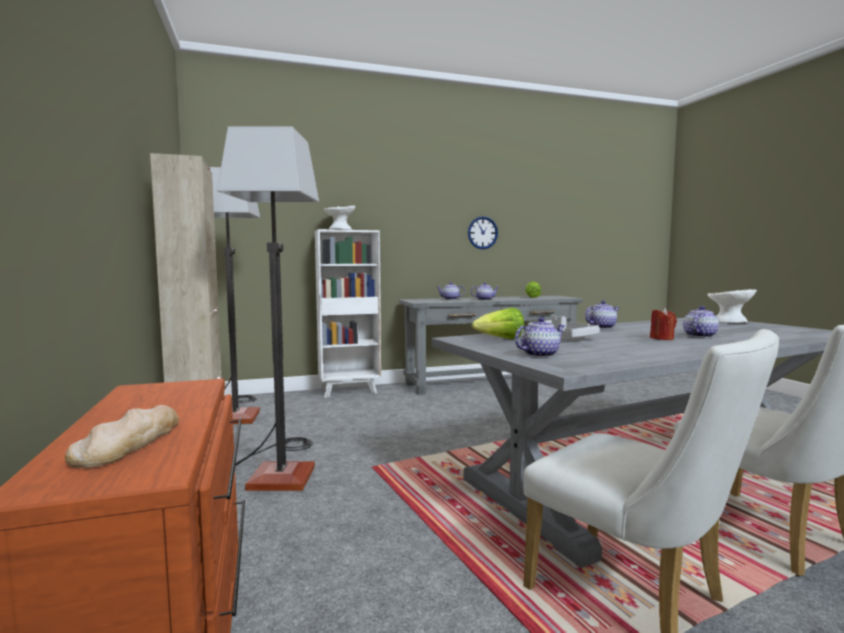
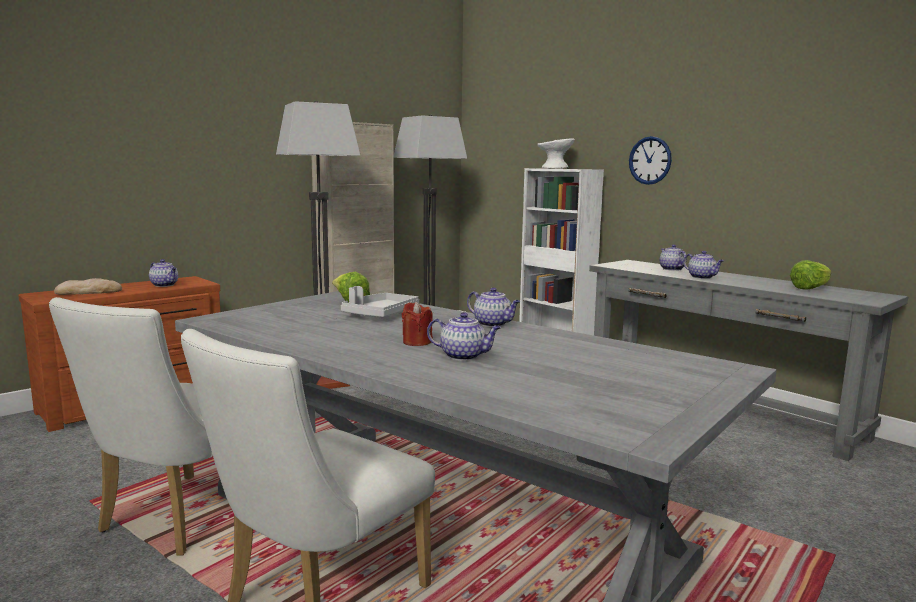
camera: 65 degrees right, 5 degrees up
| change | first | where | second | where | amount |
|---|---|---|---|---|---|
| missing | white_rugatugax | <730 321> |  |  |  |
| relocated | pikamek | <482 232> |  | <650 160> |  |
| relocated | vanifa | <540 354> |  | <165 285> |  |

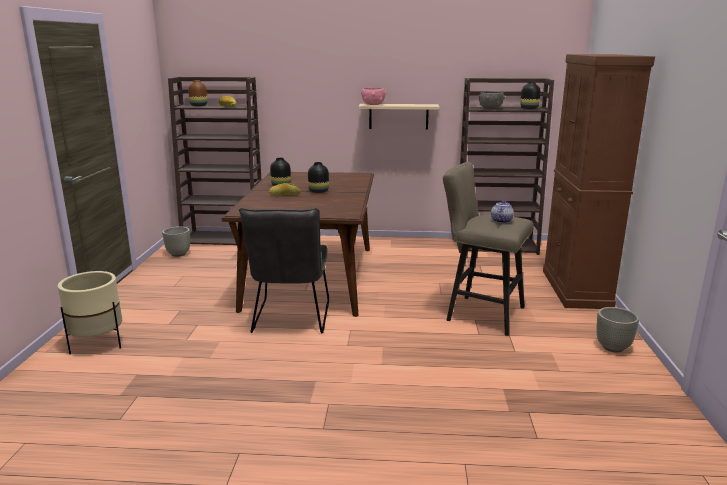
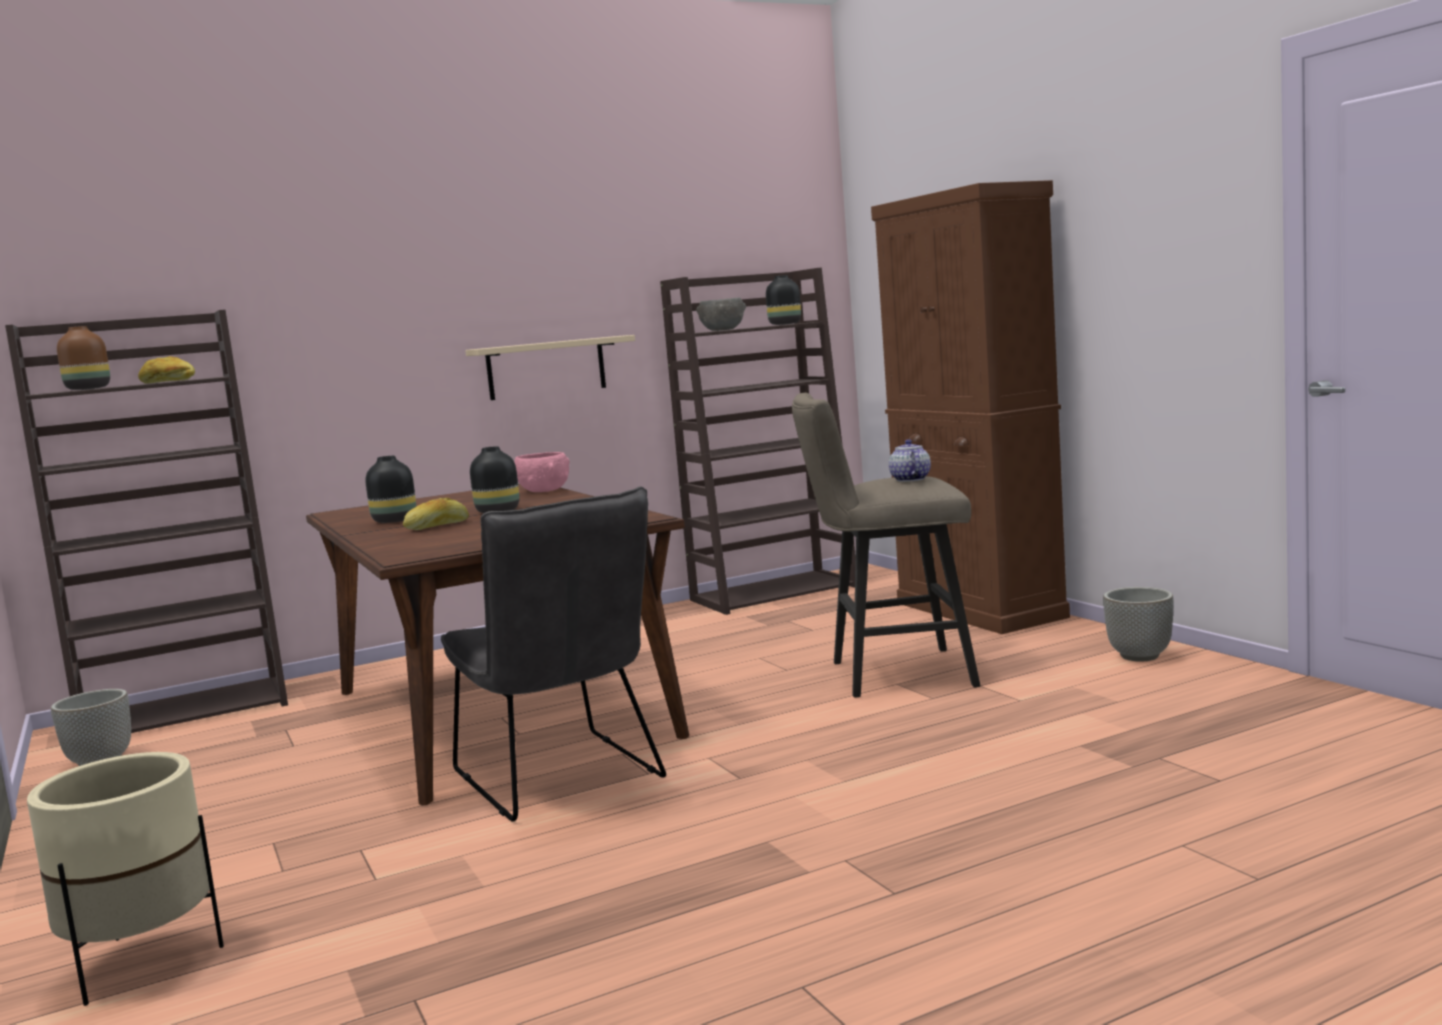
camera: 30 degrees left, 10 degrees down
| change | first | where | second | where | amount |
|---|---|---|---|---|---|
| relocated | pink_rugatugax | <373 104> |  | <543 490> |  |

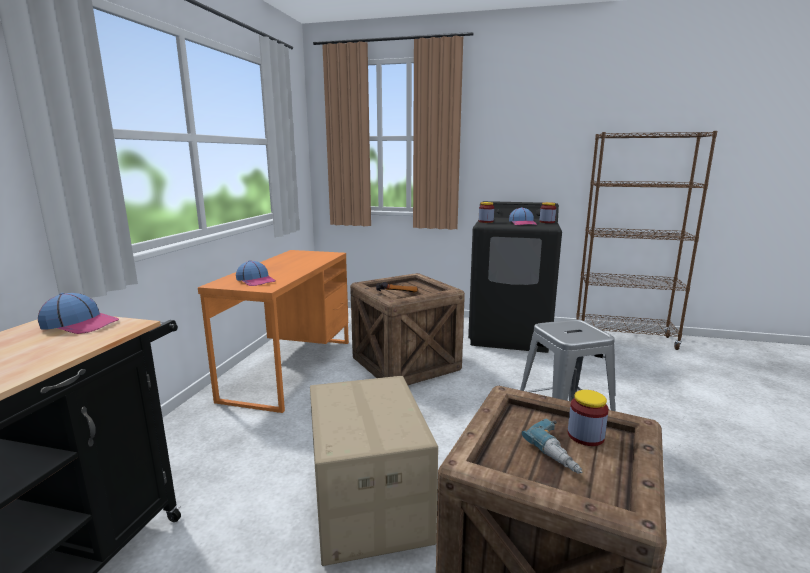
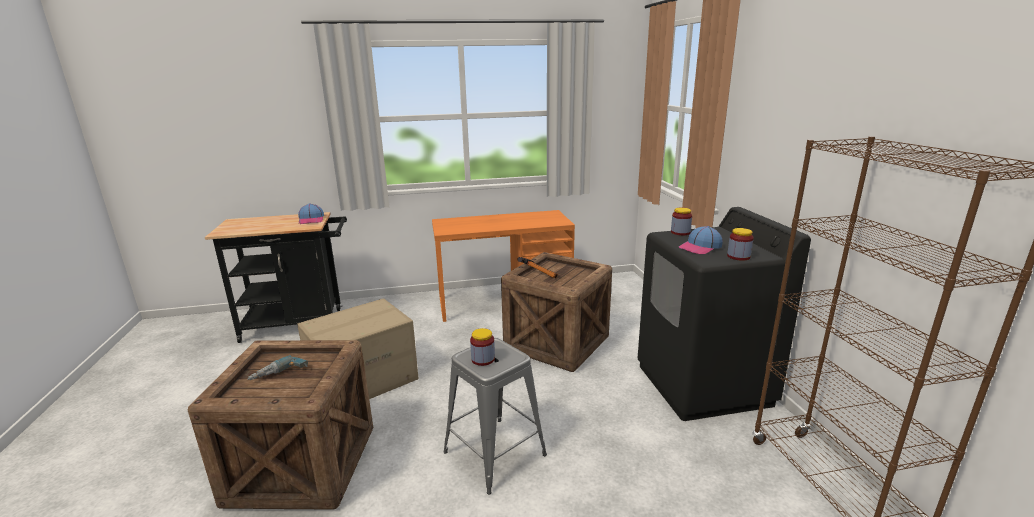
camera: 65 degrees right, 5 degrees up
| change | first | where | second | where | amount |
|---|---|---|---|---|---|
| missing | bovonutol | <256 281> |  |  |  |
| relocated | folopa | <585 436> |  | <483 359> |  |

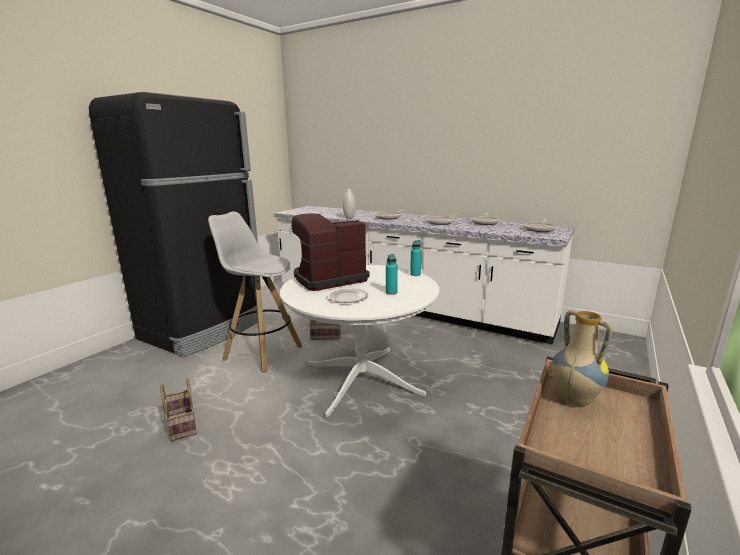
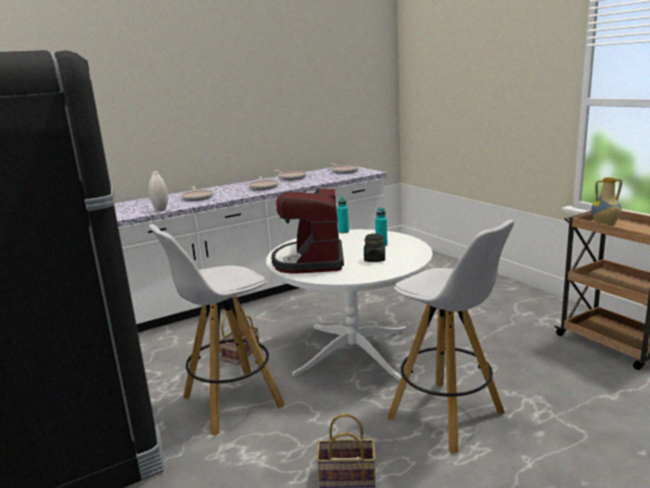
camera: 60 degrees left, 0 degrees up
| change | first | where | second | where | amount |
|---|---|---|---|---|---|
| appeared |  |  | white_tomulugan | <448 416> |  |
| exchanged | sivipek | <348 297> | black_folopa | <374 259> |  |

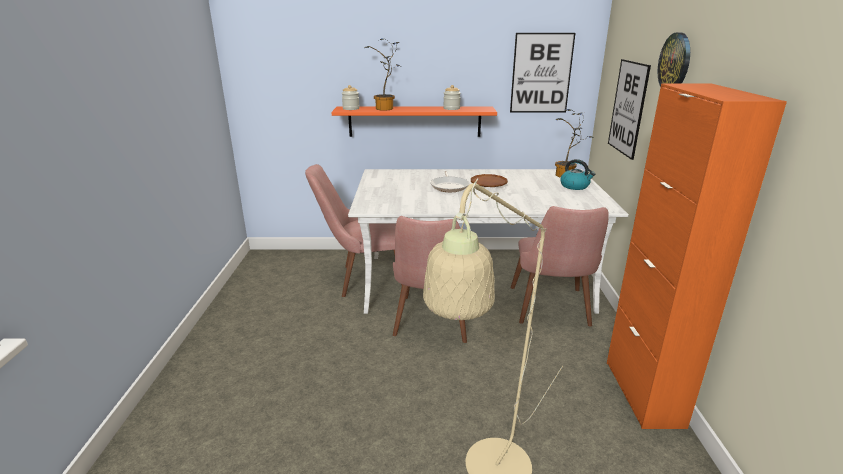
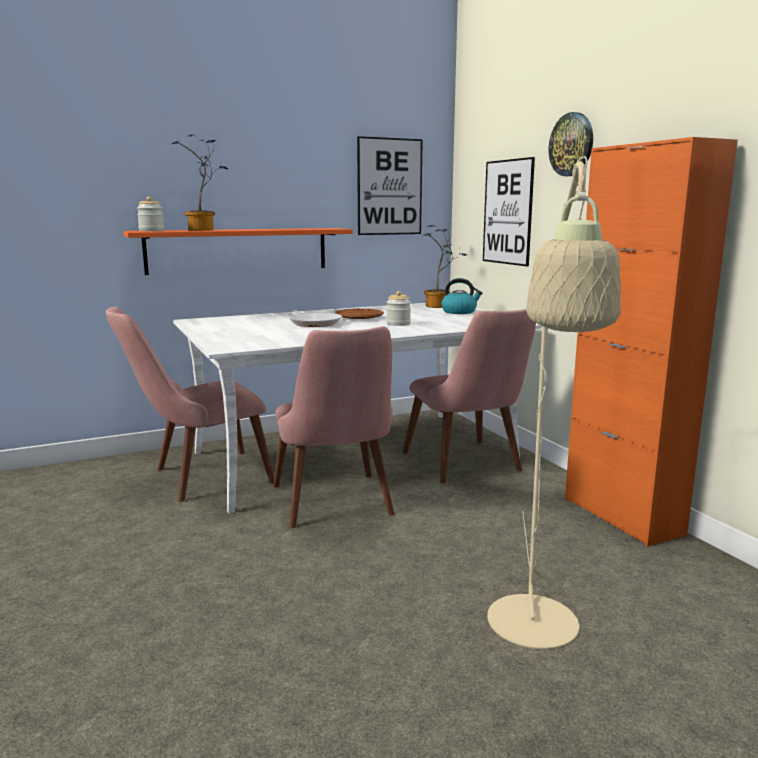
camera: 25 degrees left, 10 degrees down
| change | first | where | second | where | amount |
|---|---|---|---|---|---|
| relocated | folopa | <451 108> |  | <398 324> |  |

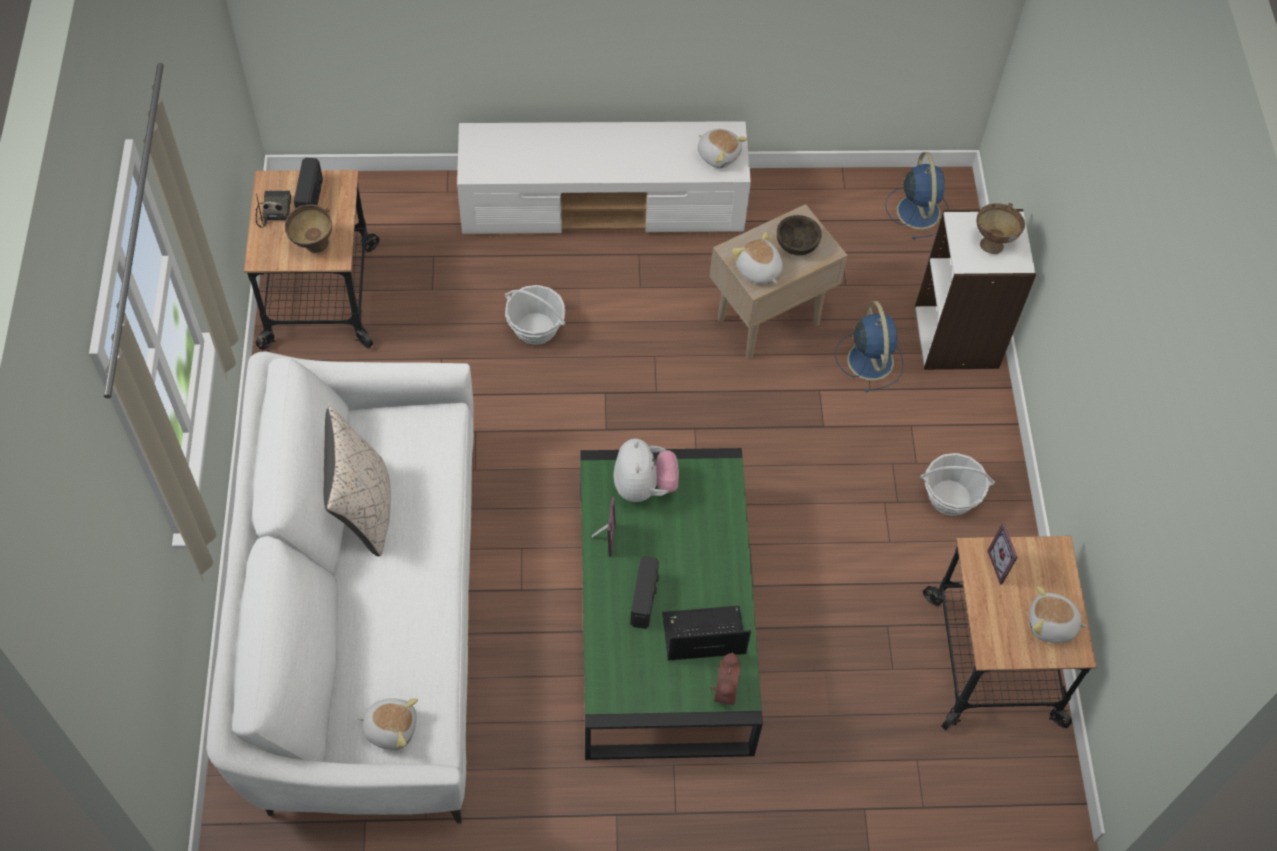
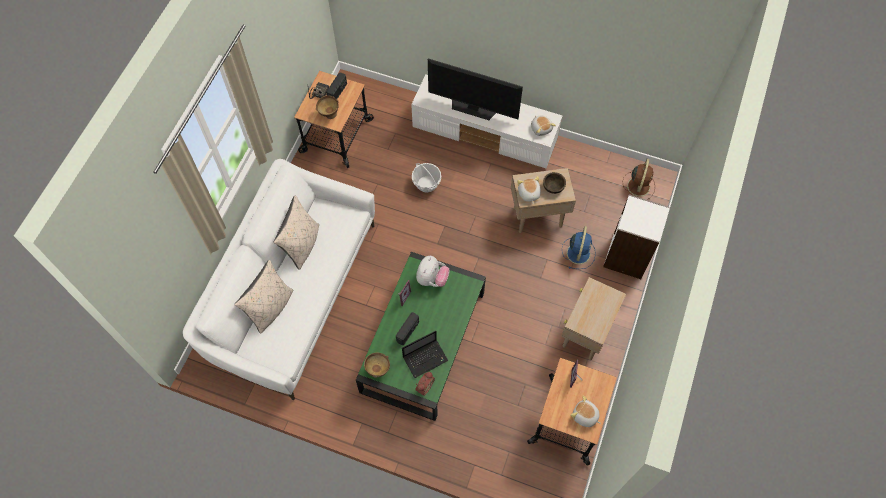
camera: 25 degrees right, 5 degrees up
| change | first | where | second | where | amount |
|---|---|---|---|---|---|
| missing | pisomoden | <391 727> |  |  |  |
| appeared |  |  | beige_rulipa | <270 308> |  |
| appeared |  |  | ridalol | <473 108> |  |
| relocated | brown_rugatugax | <993 242> |  | <378 370> |  |
| exchanged | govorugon | <950 497> | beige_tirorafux | <585 334> |  |
| colour | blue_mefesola | <918 210> | brown_mefesola | <638 185> |  |
| spun | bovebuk | <702 636> |  | <426 358> | 135 degrees clockwise |

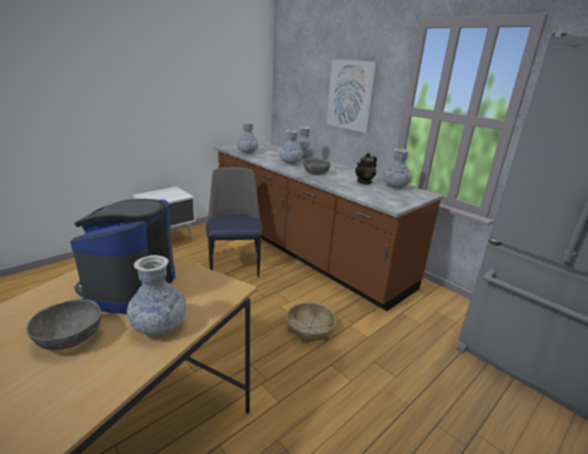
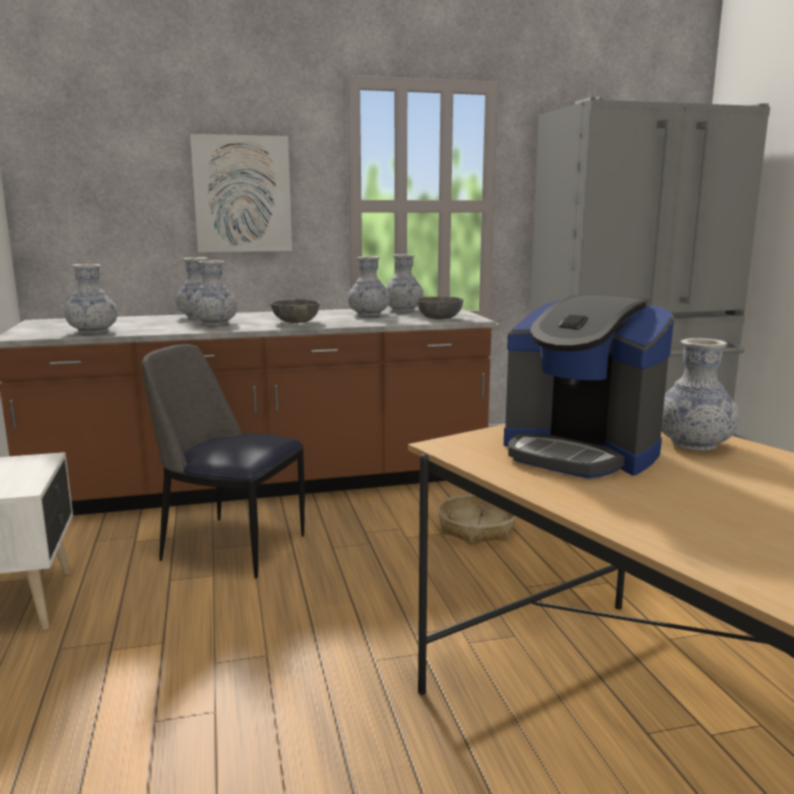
camera: 60 degrees left, 10 degrees down
| change | first | where | second | where | amount |
|---|---|---|---|---|---|
| relocated | grey_rugatugax | <70 338> |  | <440 318> |  |
| exchanged | vanifa | <364 182> | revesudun | <369 314> |  |

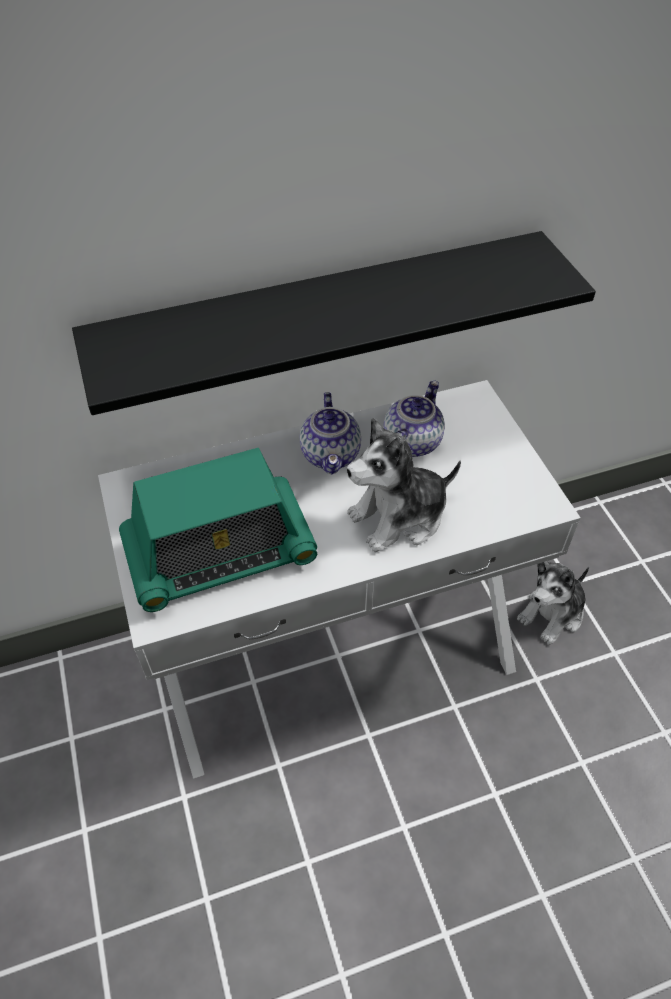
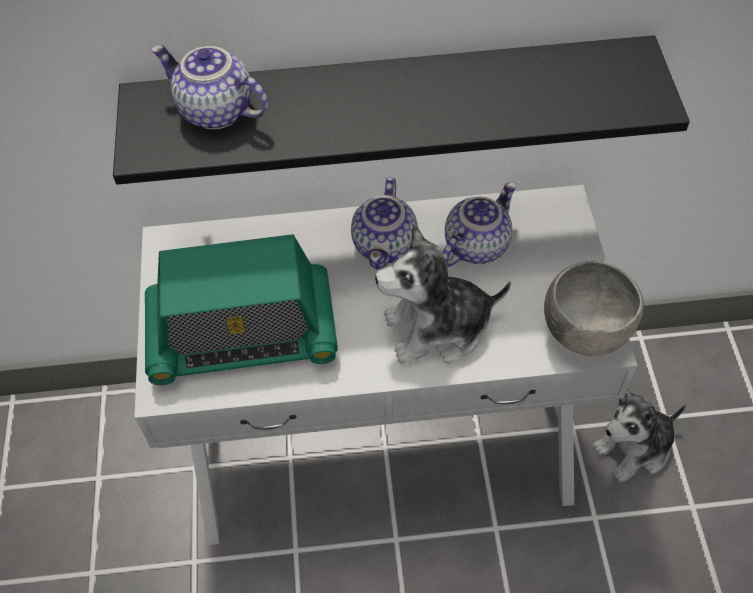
camera: 15 degrees right, 5 degrees up
| change | first | where | second | where | amount |
|---|---|---|---|---|---|
| appeared |  |  | vanifa | <215 112> |  |
| appeared |  |  | grey_rugatugax | <586 332> |  |

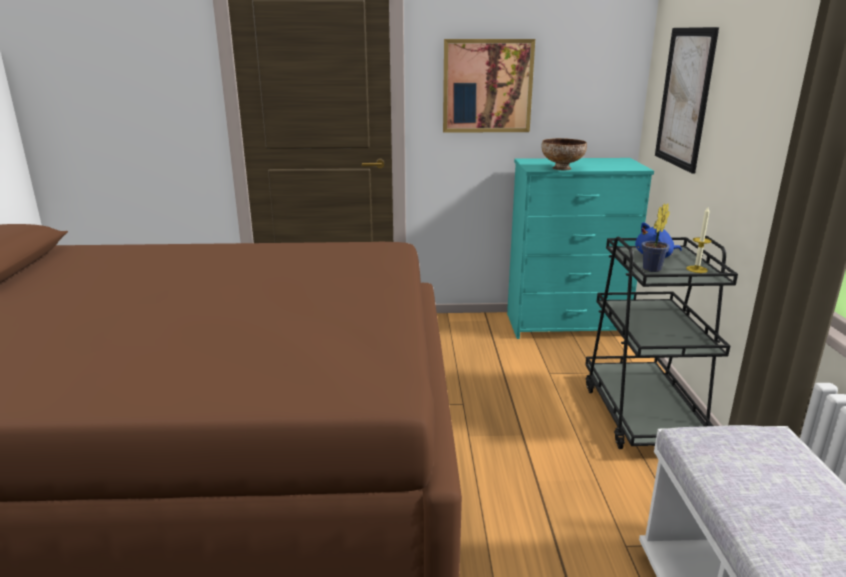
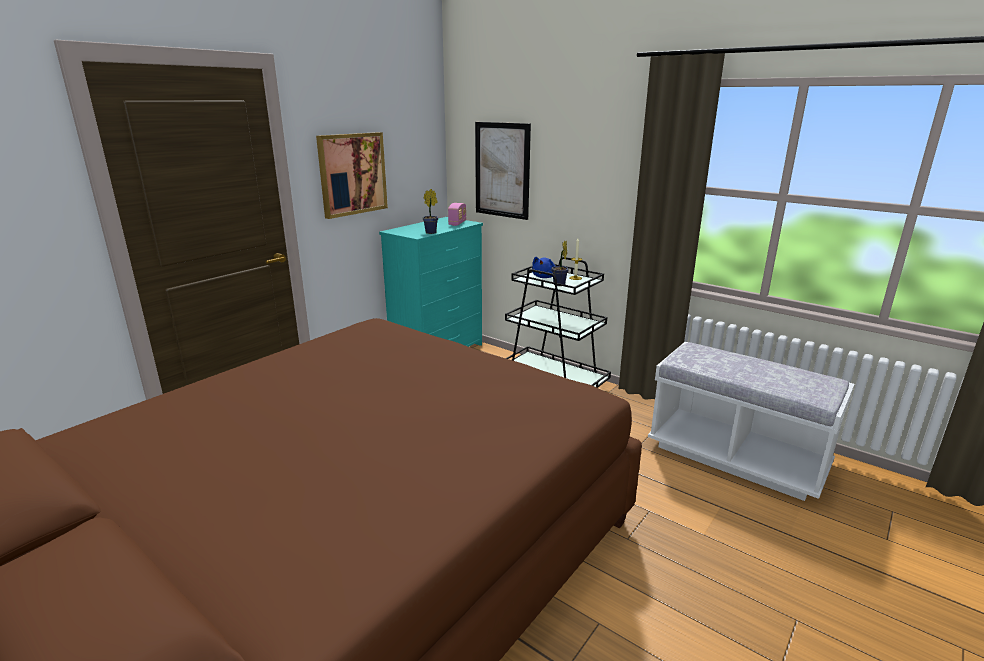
camera: 50 degrees left, 0 degrees up
| change | first | where | second | where | amount |
|---|---|---|---|---|---|
| appeared |  |  | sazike | <457 223> |  |
| exchanged | rugatugax | <561 168> | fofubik | <432 232> |  |

